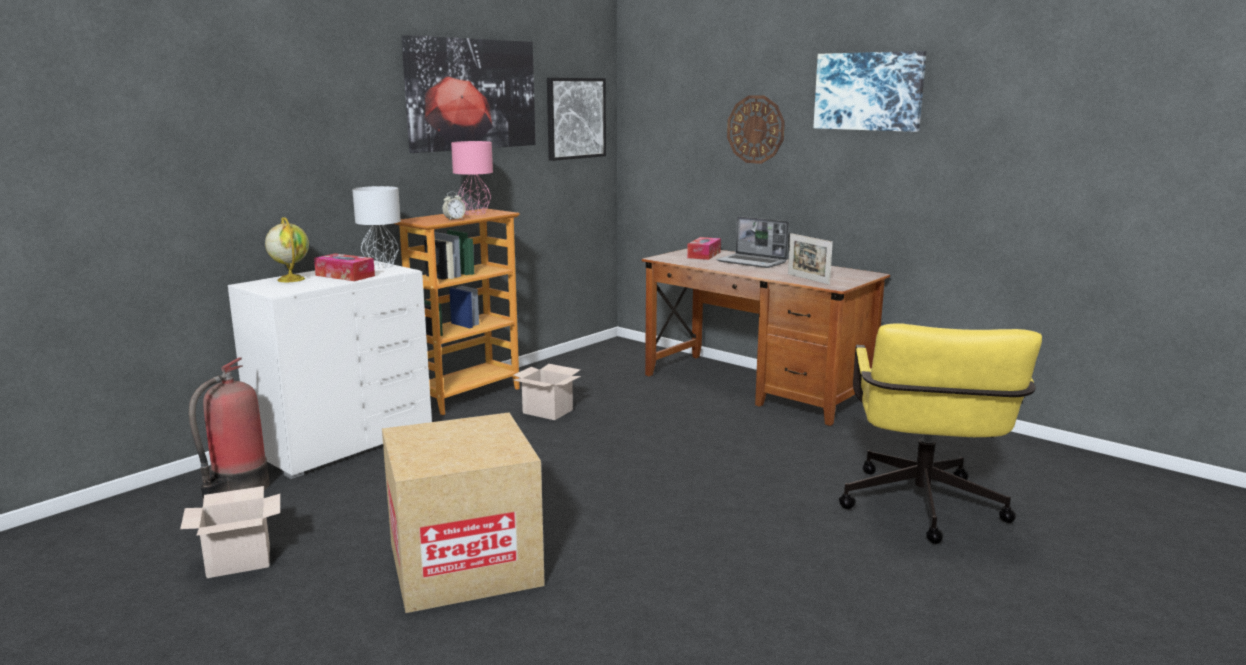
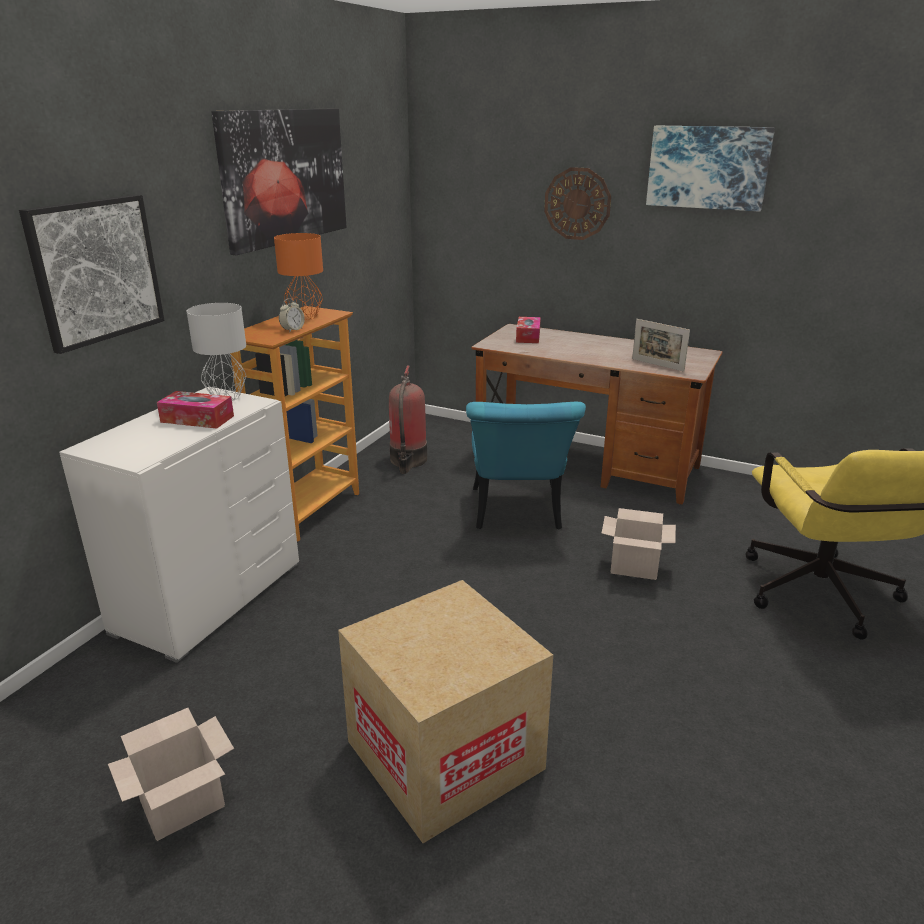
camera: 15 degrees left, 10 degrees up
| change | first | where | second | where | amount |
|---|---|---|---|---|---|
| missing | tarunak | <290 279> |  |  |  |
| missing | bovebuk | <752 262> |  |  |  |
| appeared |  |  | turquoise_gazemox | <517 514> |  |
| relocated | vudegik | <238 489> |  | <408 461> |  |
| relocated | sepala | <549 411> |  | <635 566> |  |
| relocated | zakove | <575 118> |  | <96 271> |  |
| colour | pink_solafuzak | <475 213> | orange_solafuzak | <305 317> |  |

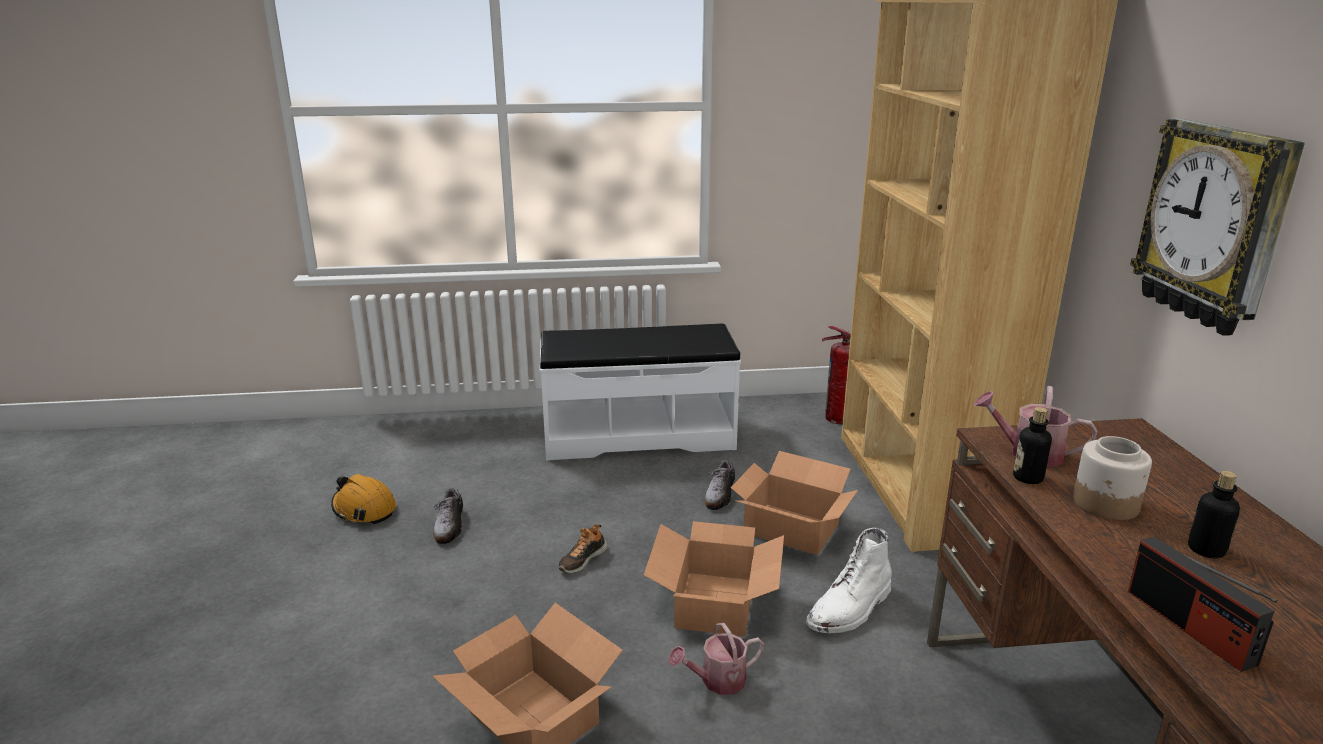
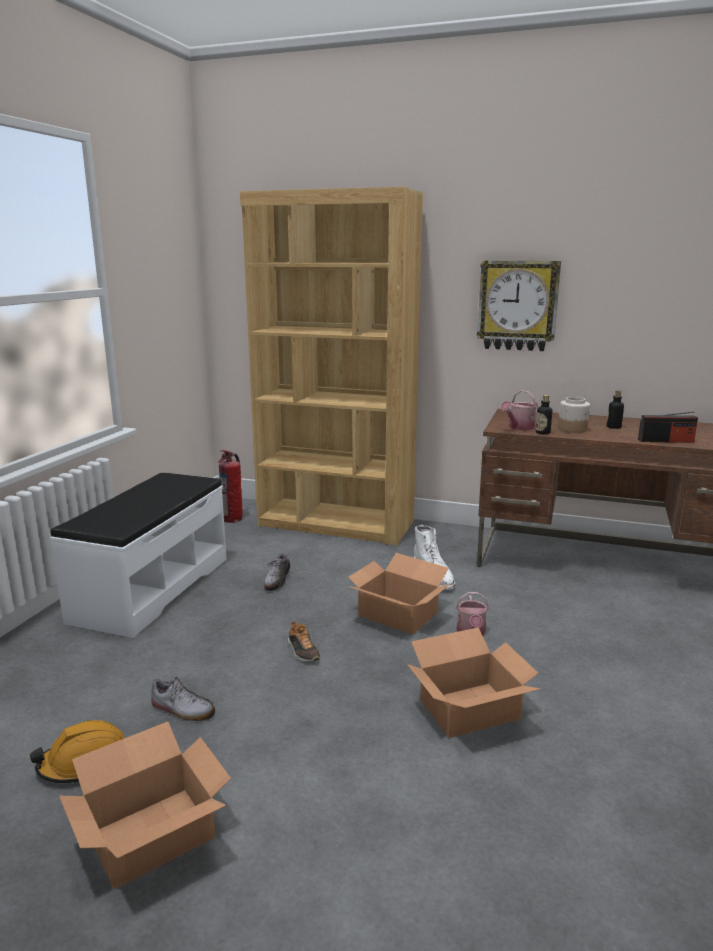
camera: 65 degrees left, 5 degrees down
| change | first | where | second | where | amount |
|---|---|---|---|---|---|
| relocated | sepala | <790 528> |  | <150 835> |  |
| spun | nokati | <720 495> |  | <277 580> | 60 degrees clockwise |

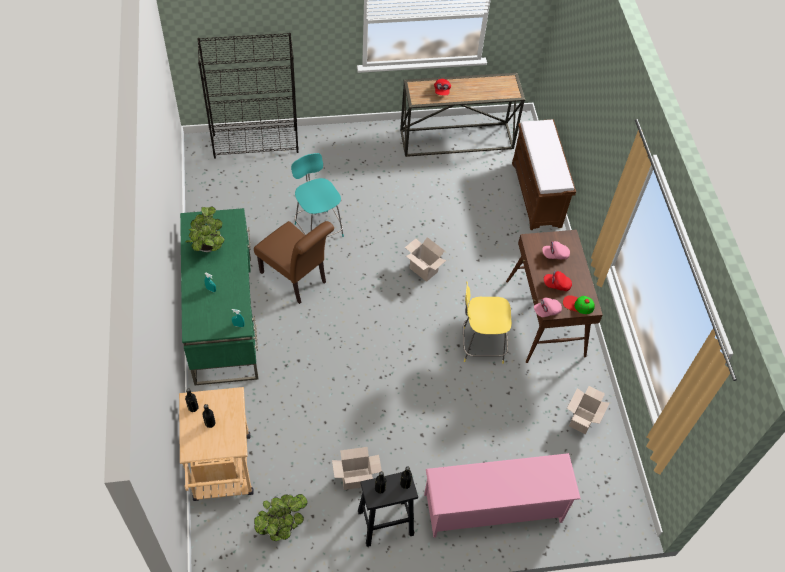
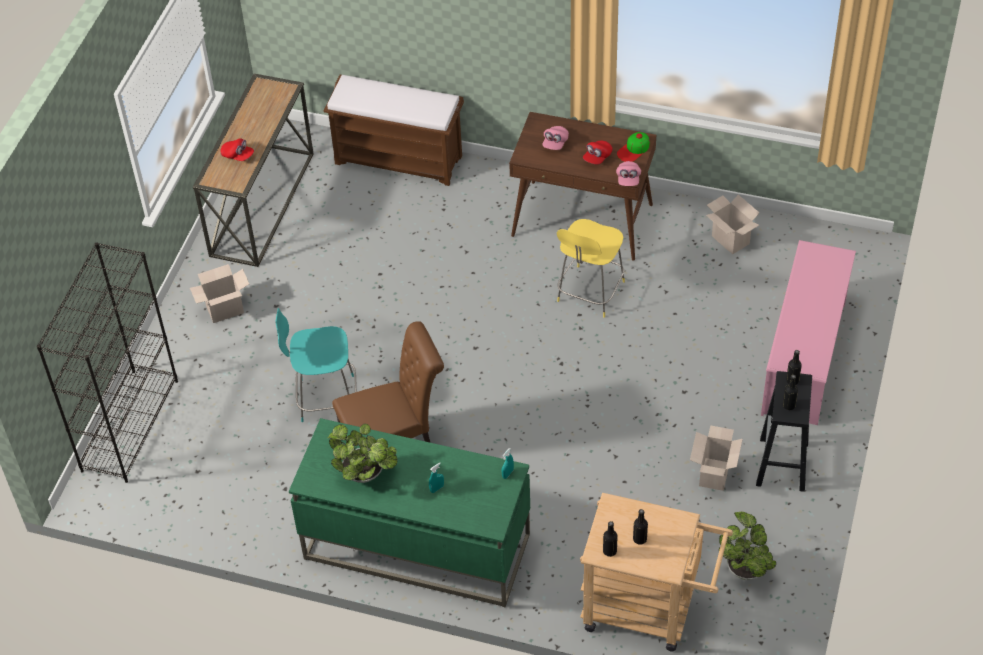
camera: 60 degrees left, 5 degrees down
| change | first | where | second | where | amount |
|---|---|---|---|---|---|
| relocated | sepala | <422 270> |  | <224 311> |  |

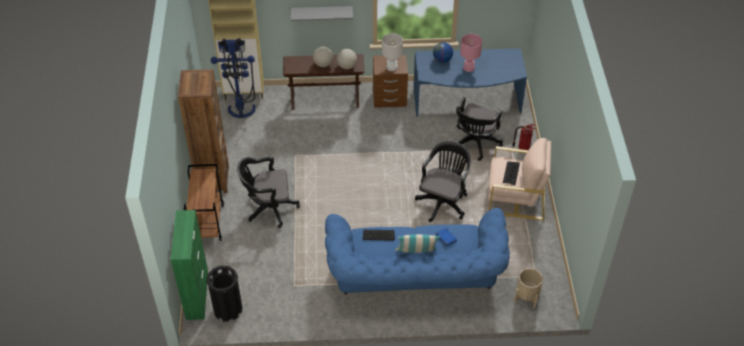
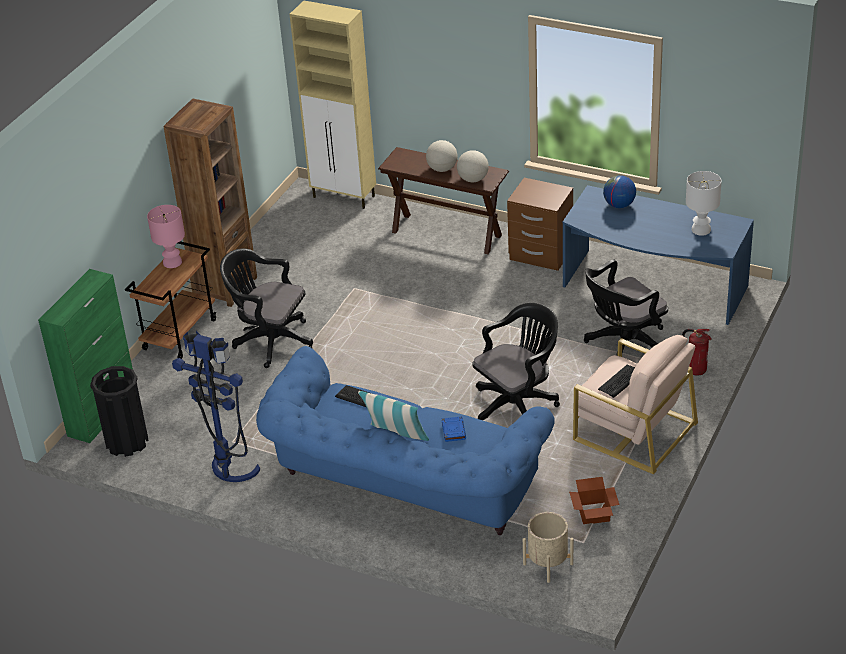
camera: 30 degrees right, 10 degrees down
| change | first | where | second | where | amount |
|---|---|---|---|---|---|
| missing | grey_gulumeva | <322 13> |  |  |  |
| appeared |  |  | sepala | <593 514> |  |
| relocated | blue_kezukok | <241 115> |  | <228 476> |  |
| relocated | white_solafuzak | <391 67> |  | <700 229> |  |
| relocated | pink_solafuzak | <469 68> |  | <173 262> |  |

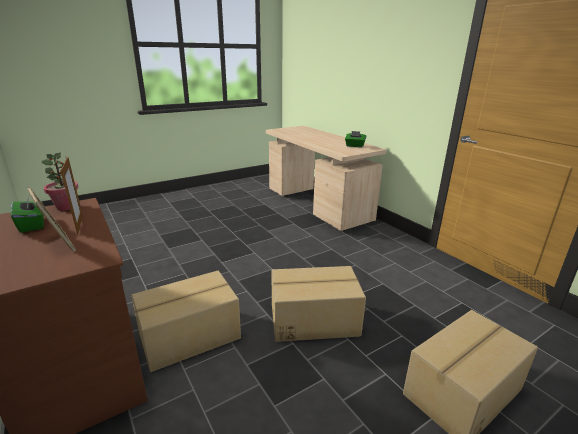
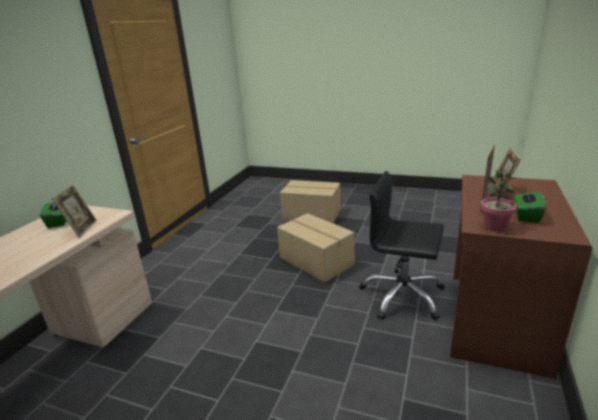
camera: 125 degrees left, 0 degrees up
| change | first | where | second | where | amount |
|---|---|---|---|---|---|
| appeared |  |  | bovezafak | <81 229> |  |
| exchanged | sepala | <190 336> | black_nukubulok | <402 296> |  |

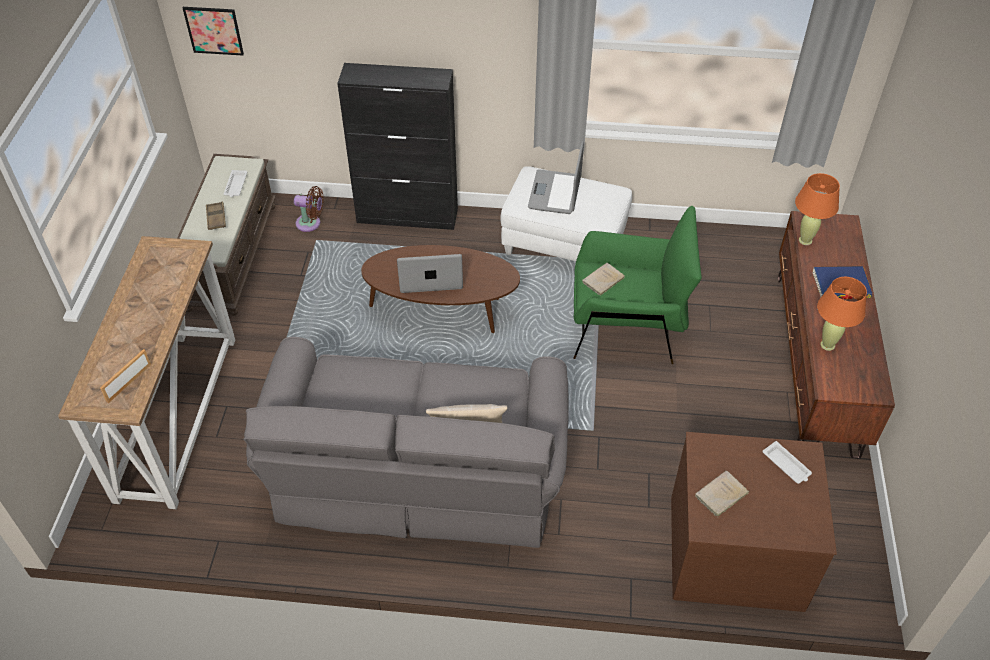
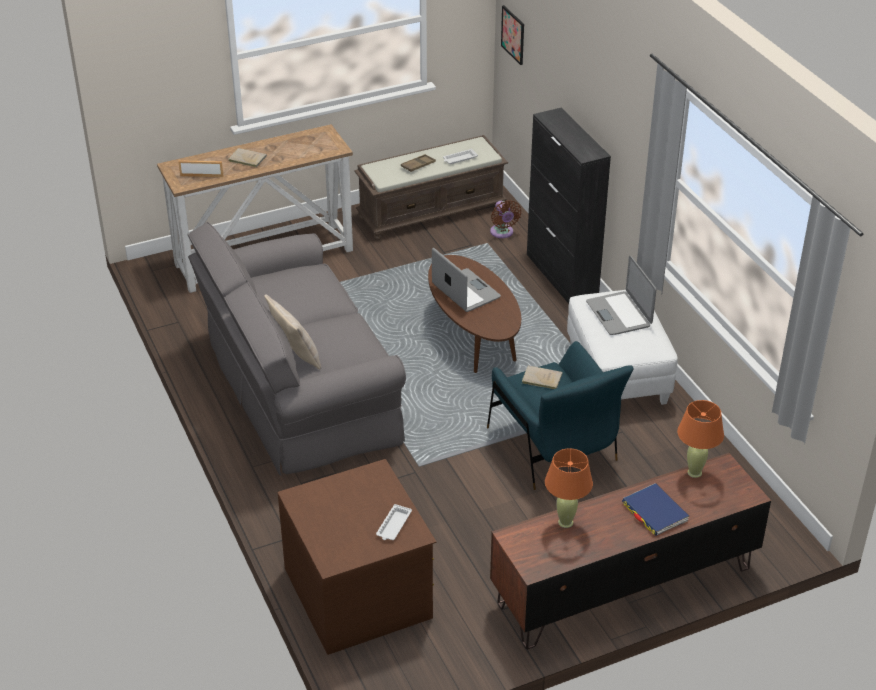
camera: 60 degrees right, 10 degrees down
| change | first | where | second | where | amount |
|---|---|---|---|---|---|
| relocated | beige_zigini | <720 495> |  | <246 159> |  |
| colour | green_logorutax | <627 326> | blue_logorutax | <553 447> |  |
| spun | bovebuk | <555 193> |  | <619 314> | 90 degrees counterclockwise |

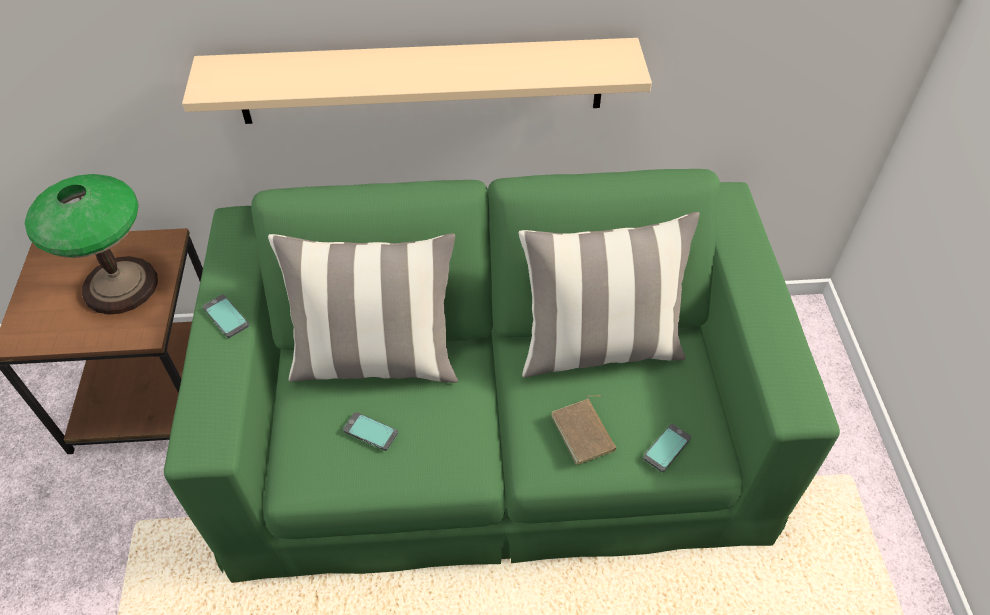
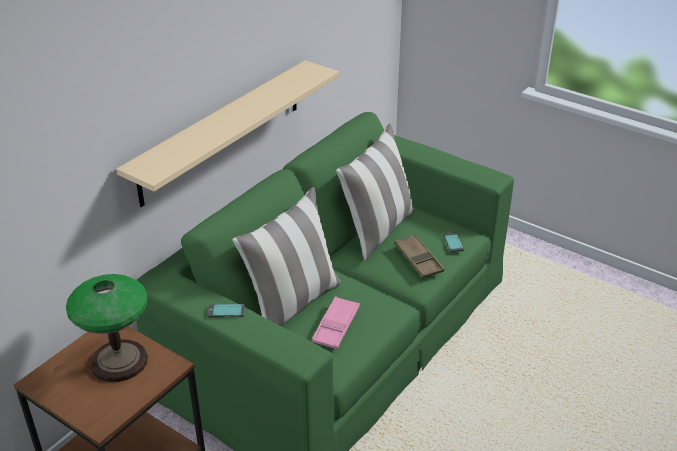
camera: 50 degrees left, 15 degrees down
| change | first | where | second | where | amount |
|---|---|---|---|---|---|
| exchanged | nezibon | <370 432> | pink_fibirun | <336 326> |  |
| exchanged | brown_zigini | <585 432> | brown_fibirun | <418 259> |  |

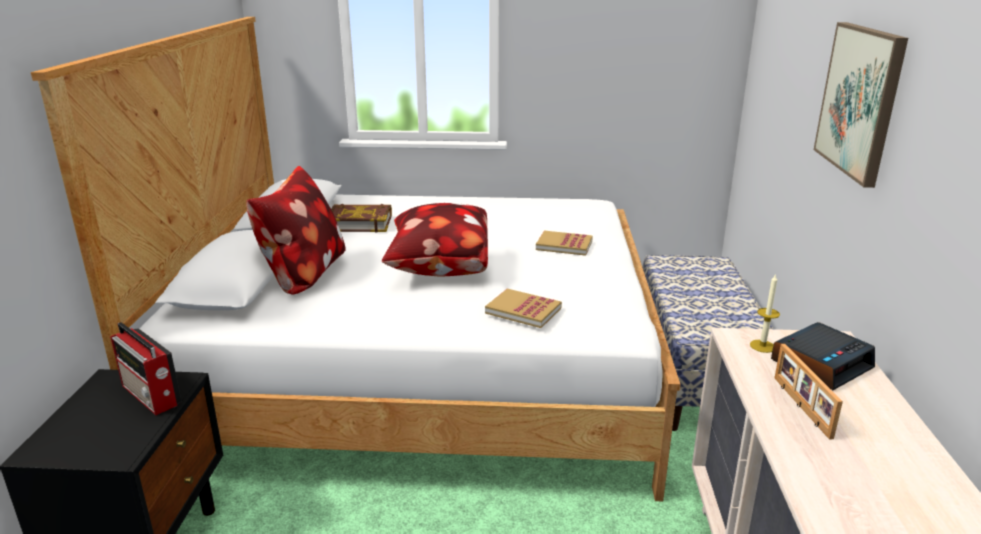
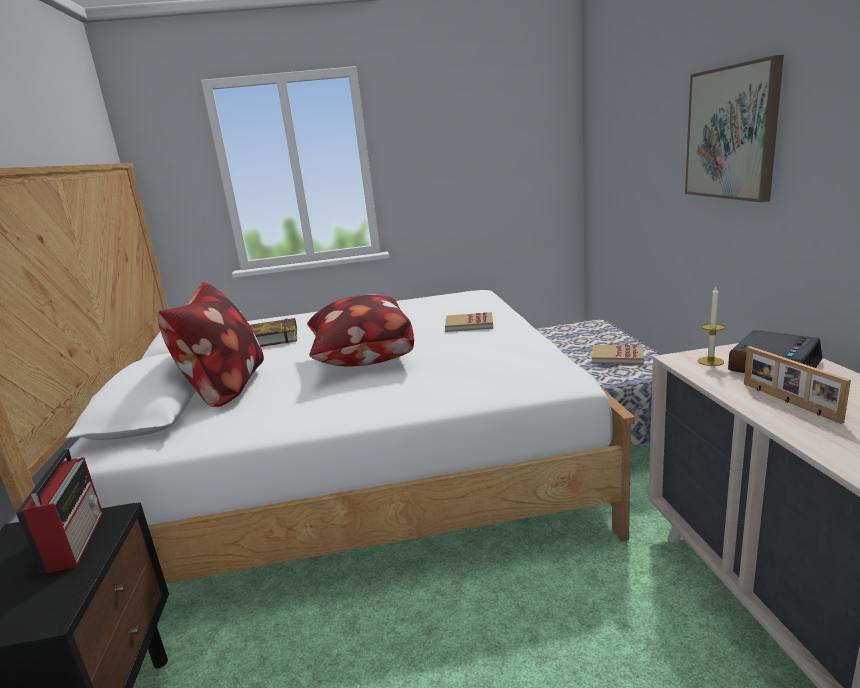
camera: 10 degrees left, 5 degrees down
| change | first | where | second | where | amount |
|---|---|---|---|---|---|
| relocated | zigini | <523 310> |  | <617 357> |  |
| spun | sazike | <151 395> |  | <76 539> | 135 degrees counterclockwise |

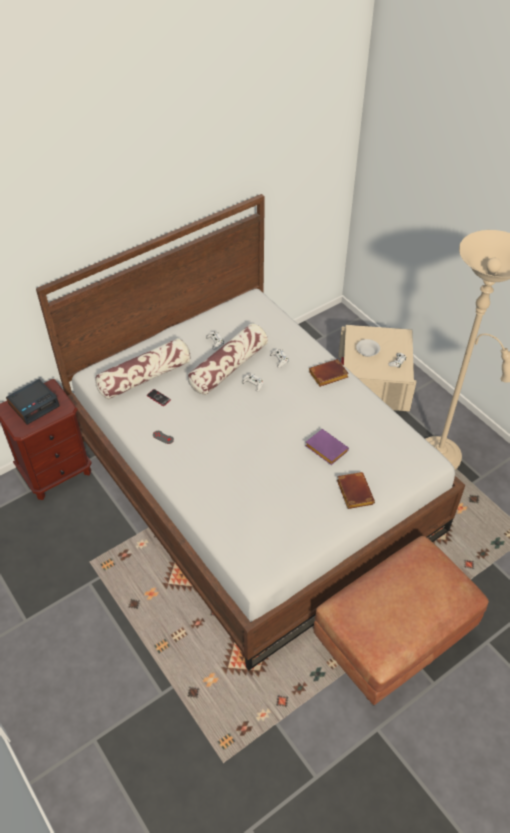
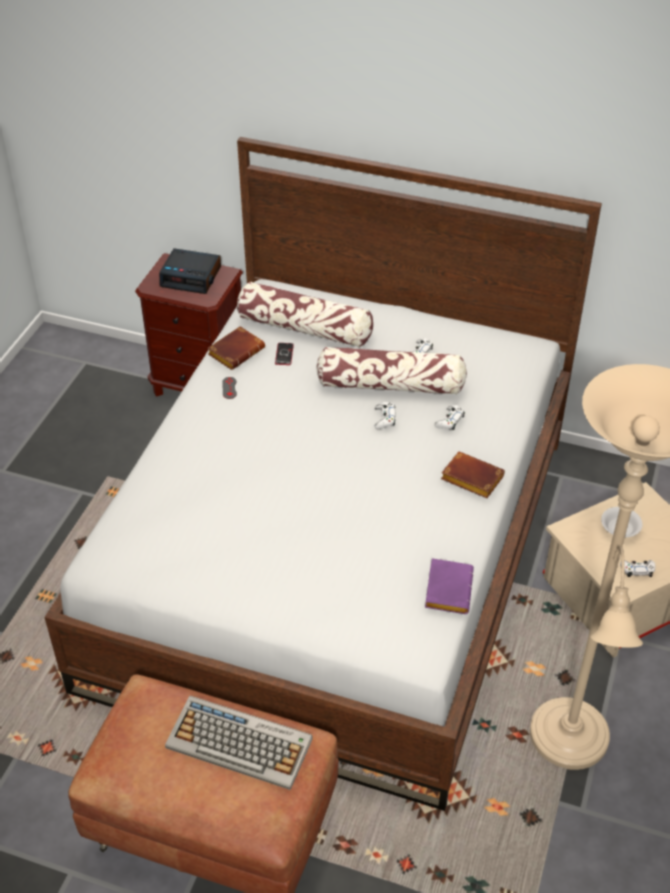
camera: 55 degrees right, 5 degrees down
| change | first | where | second | where | amount |
|---|---|---|---|---|---|
| appeared |  |  | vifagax | <241 743> |  |
| relocated | purple_zigini | <324 449> |  | <447 589> |  |
| relocated | brown_zigini | <353 492> |  | <236 351> |  |

